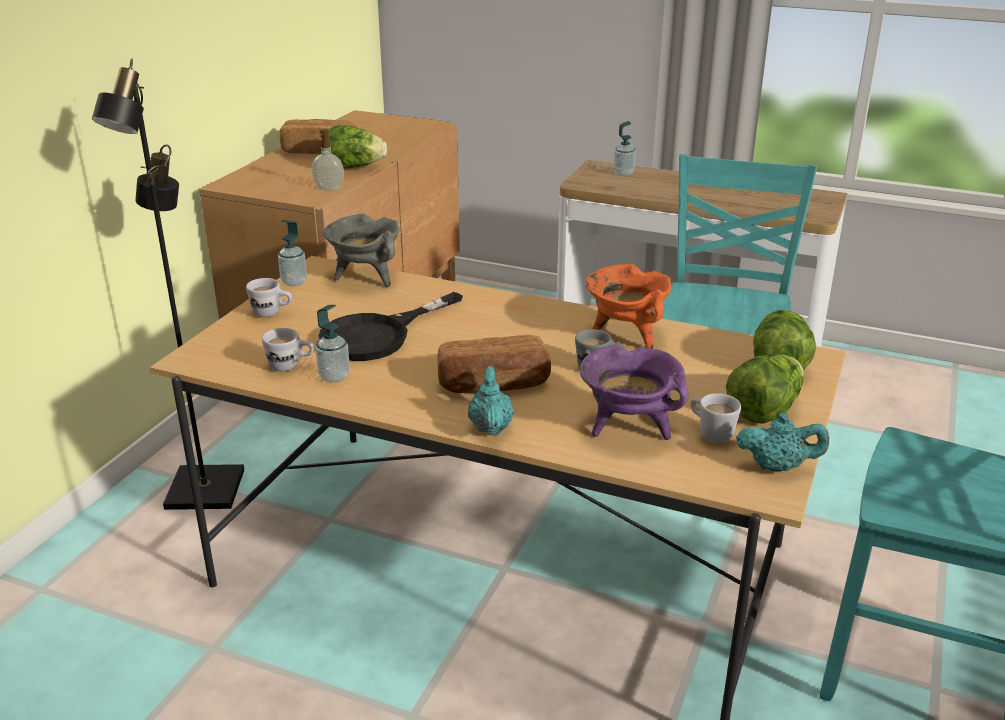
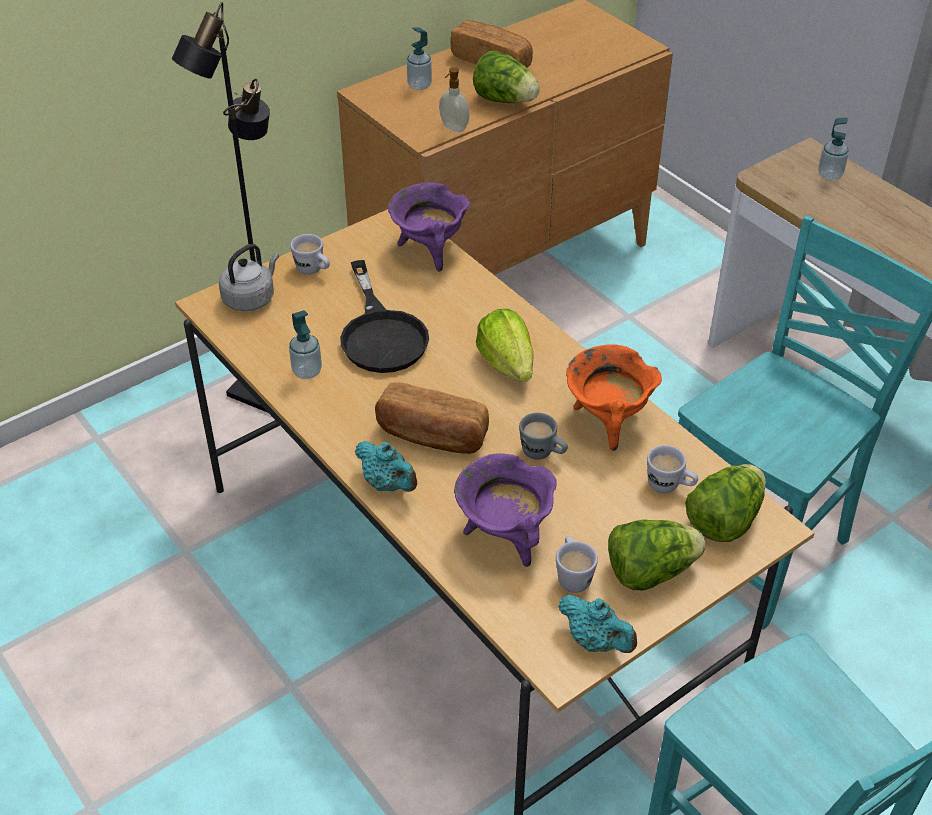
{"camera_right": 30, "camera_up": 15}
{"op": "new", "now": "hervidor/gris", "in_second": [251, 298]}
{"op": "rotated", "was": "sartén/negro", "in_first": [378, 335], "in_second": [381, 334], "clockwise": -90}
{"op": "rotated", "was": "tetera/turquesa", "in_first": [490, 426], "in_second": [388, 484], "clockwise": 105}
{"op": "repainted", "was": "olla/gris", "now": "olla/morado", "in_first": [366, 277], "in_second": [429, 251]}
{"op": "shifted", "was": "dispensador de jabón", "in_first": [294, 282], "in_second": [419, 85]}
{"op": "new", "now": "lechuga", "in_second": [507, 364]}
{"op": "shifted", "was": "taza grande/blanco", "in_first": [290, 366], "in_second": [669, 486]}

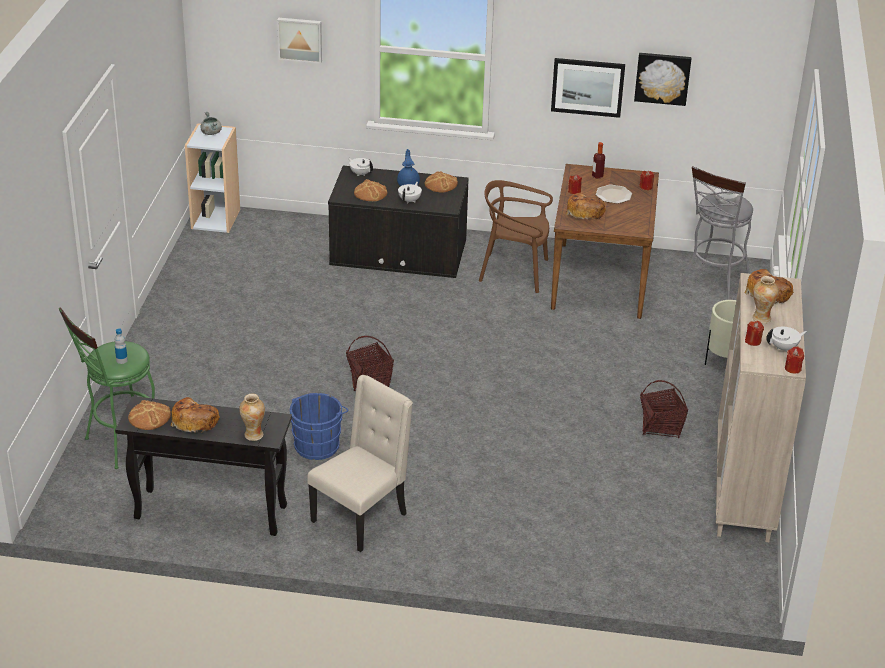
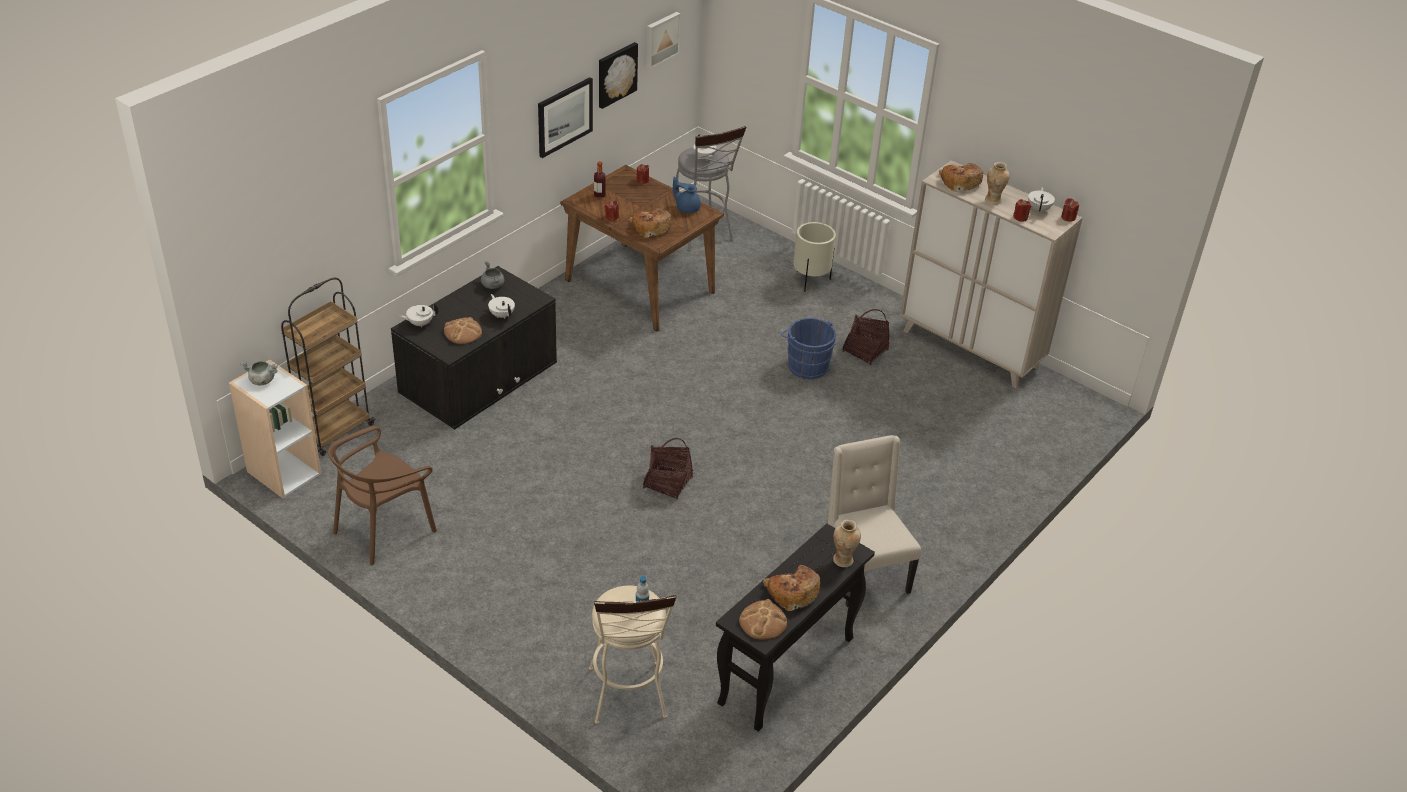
{"camera_right": -60, "camera_up": 5}
{"op": "new", "now": "carrito/marrón", "in_second": [336, 433]}
{"op": "shifted", "was": "silla/marrón", "in_first": [514, 272], "in_second": [384, 529]}
{"op": "swapped", "was": "pan", "now": "olla/gris", "in_first": [441, 184], "in_second": [493, 286]}
{"op": "repainted", "was": "taburete/verde", "now": "taburete/beis", "in_first": [120, 444], "in_second": [628, 699]}
{"op": "shifted", "was": "cuadro", "in_first": [300, 39], "in_second": [661, 39]}
{"op": "shifted", "was": "tetera/azul", "in_first": [408, 183], "in_second": [687, 208]}
{"op": "shifted", "was": "cubo/azul", "in_first": [318, 444], "in_second": [806, 365]}
{"op": "gone", "was": "plato", "in_first": [613, 195]}

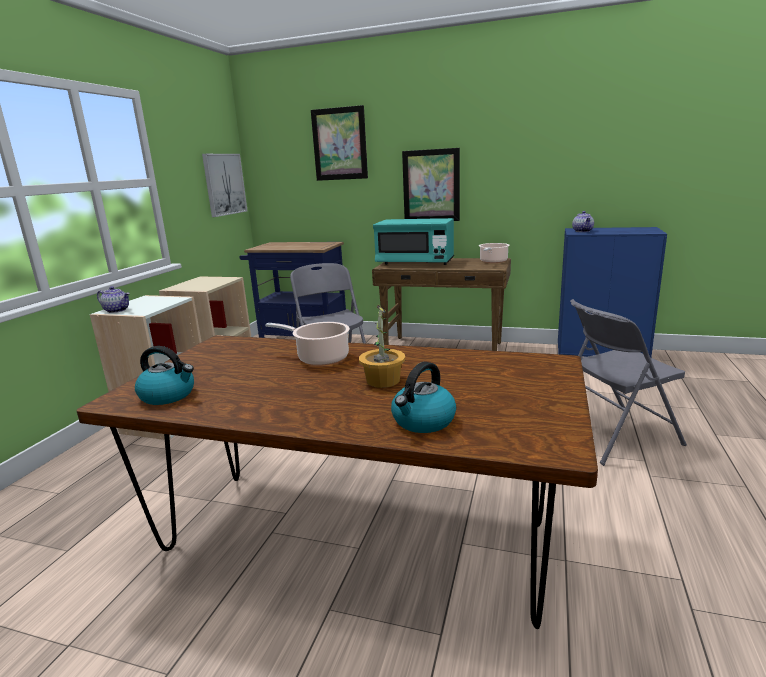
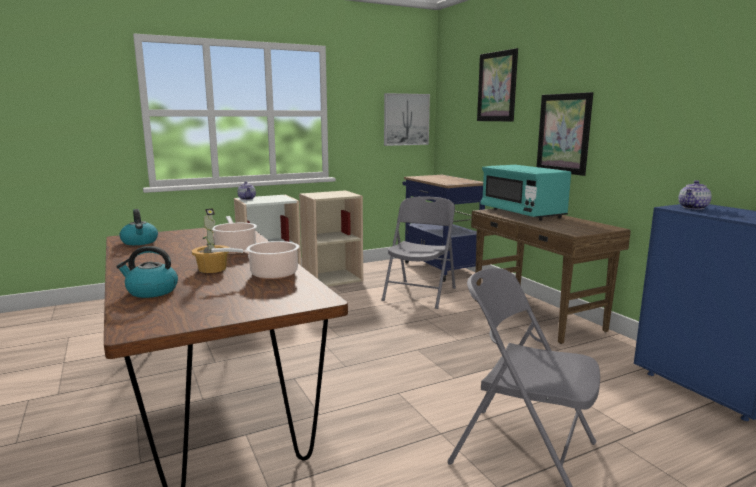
{"camera_right": 45, "camera_up": -5}
{"op": "shifted", "was": "olla", "in_first": [493, 261], "in_second": [270, 274]}

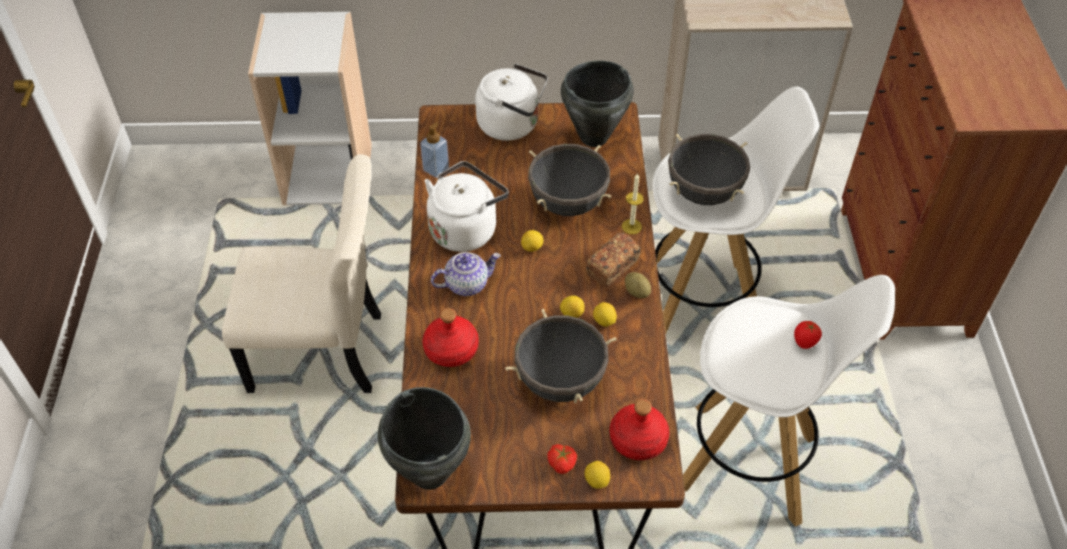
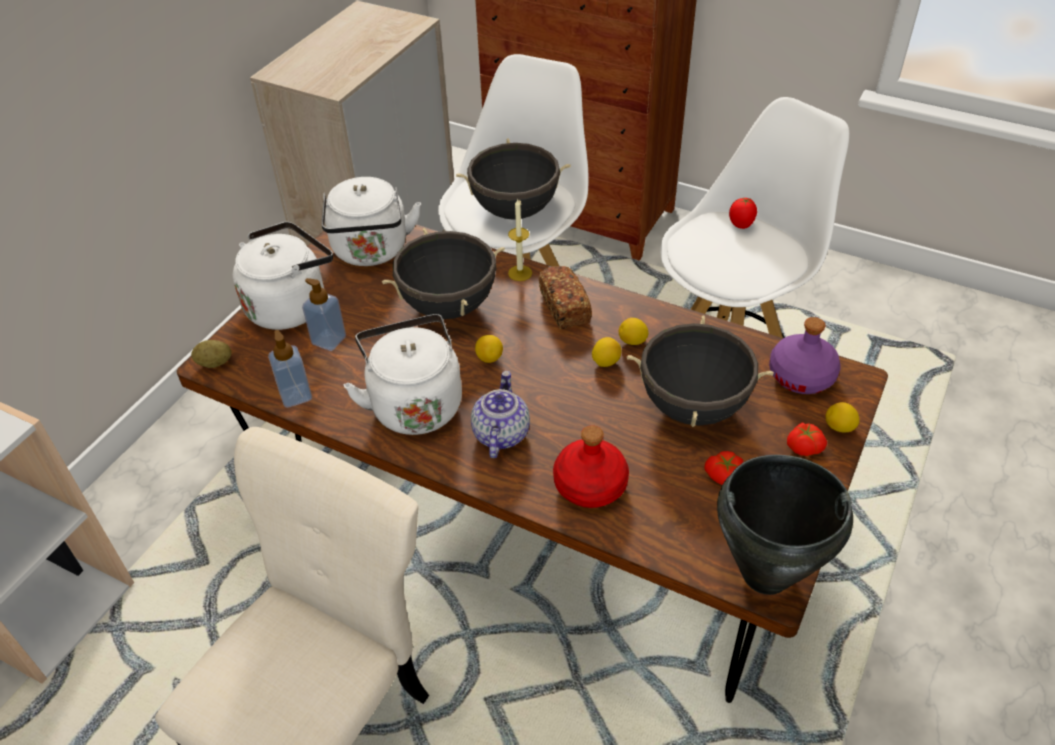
{"camera_right": -60, "camera_up": -5}
{"op": "shifted", "was": "patata", "in_first": [637, 292], "in_second": [215, 363]}
{"op": "new", "now": "dispensador de jabón", "in_second": [329, 340]}
{"op": "swapped", "was": "olla/negro", "now": "hervidor/blanco", "in_first": [593, 137], "in_second": [371, 252]}
{"op": "new", "now": "tomate", "in_second": [724, 477]}
{"op": "repainted", "was": "botella/rojo", "now": "botella/morado", "in_first": [638, 440], "in_second": [801, 375]}

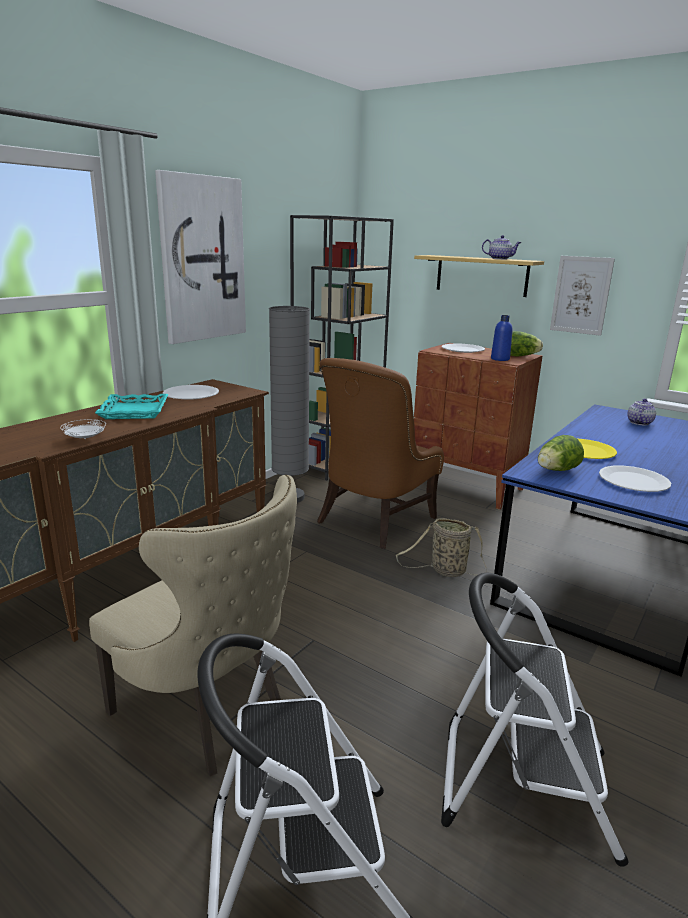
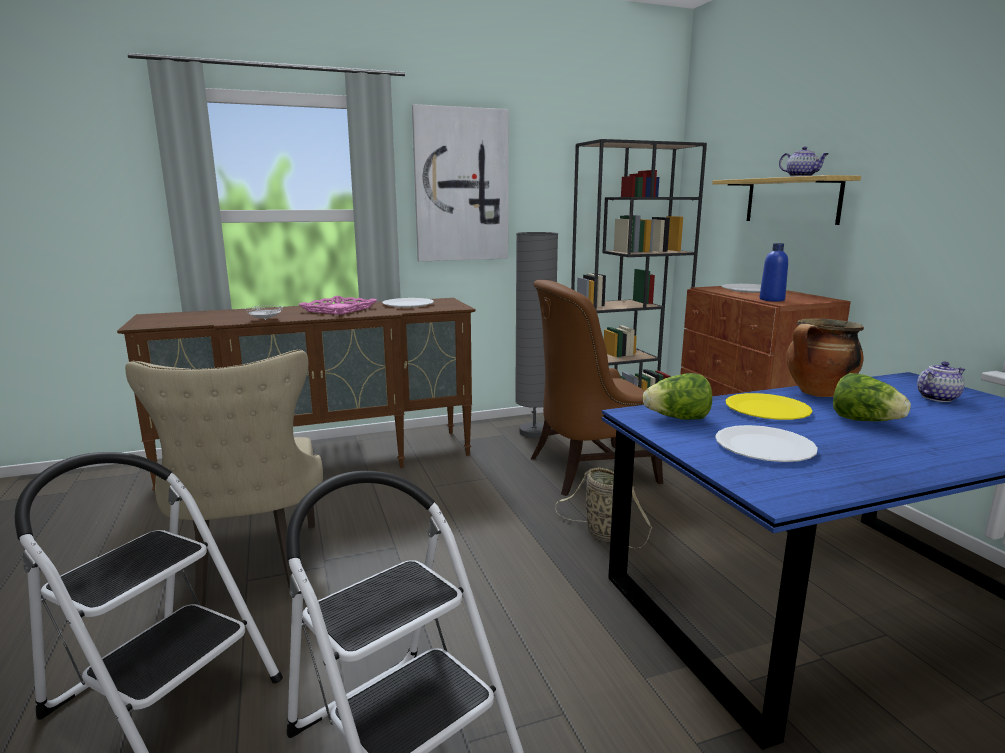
{"camera_right": 35, "camera_up": -5}
{"op": "repainted", "was": "bandeja/turquesa", "now": "bandeja/rosa", "in_first": [133, 411], "in_second": [338, 309]}
{"op": "new", "now": "olla", "in_second": [818, 393]}
{"op": "shifted", "was": "lechuga", "in_first": [521, 356], "in_second": [864, 421]}
{"op": "gone", "was": "cuadro", "in_first": [581, 295]}

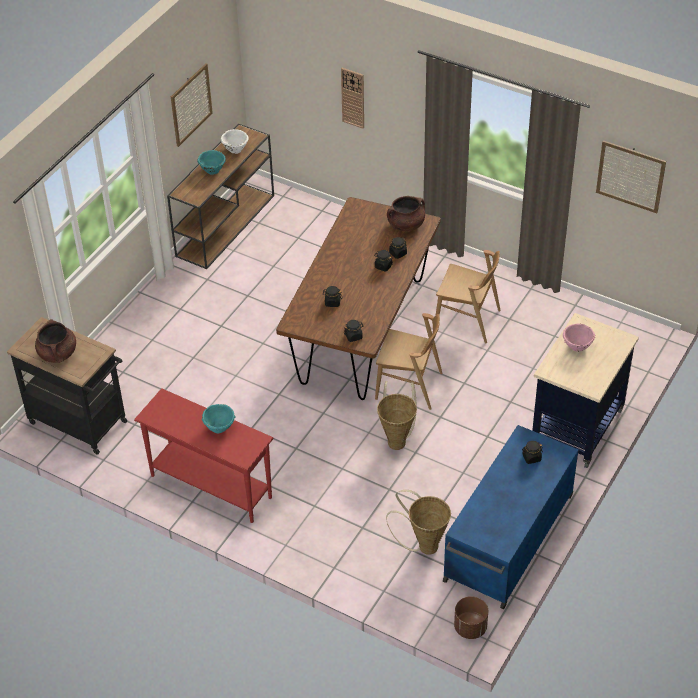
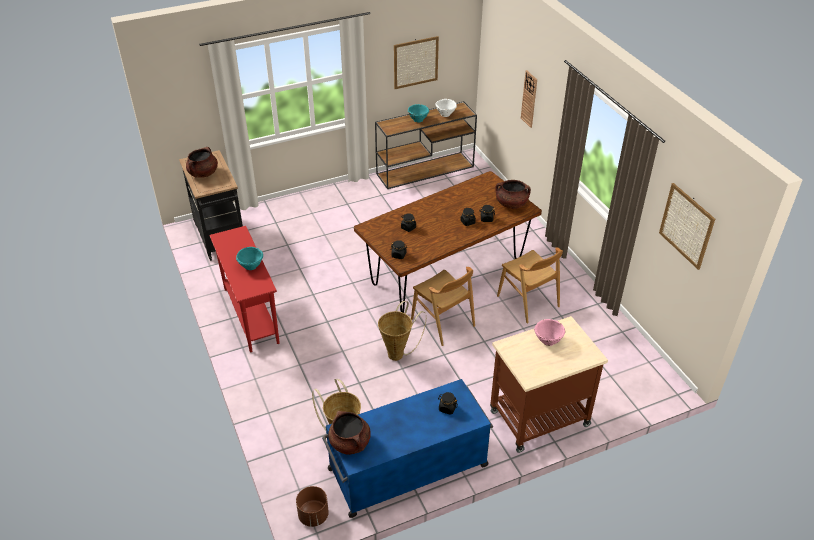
{"camera_right": 35, "camera_up": -5}
{"op": "new", "now": "olla/marrón", "in_second": [350, 443]}
{"op": "repainted", "was": "carrito/azul", "now": "carrito/marrón", "in_first": [577, 429], "in_second": [538, 420]}

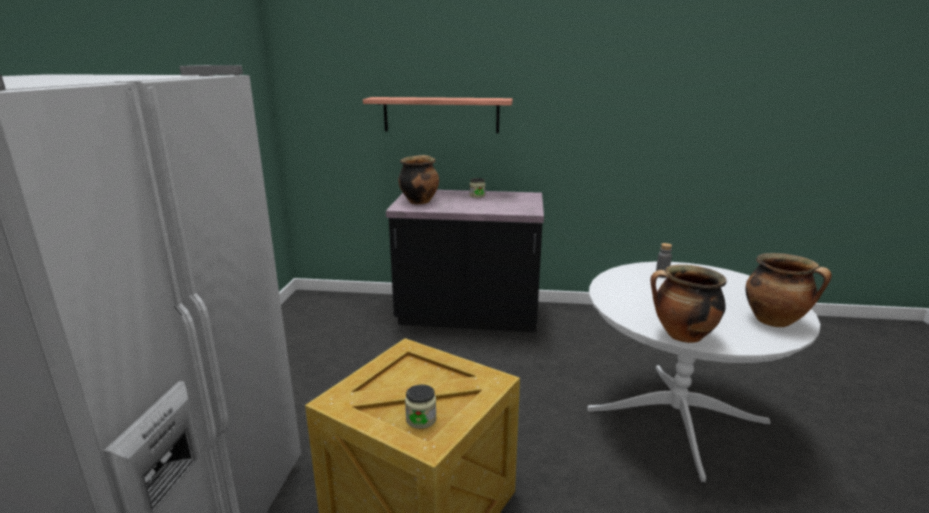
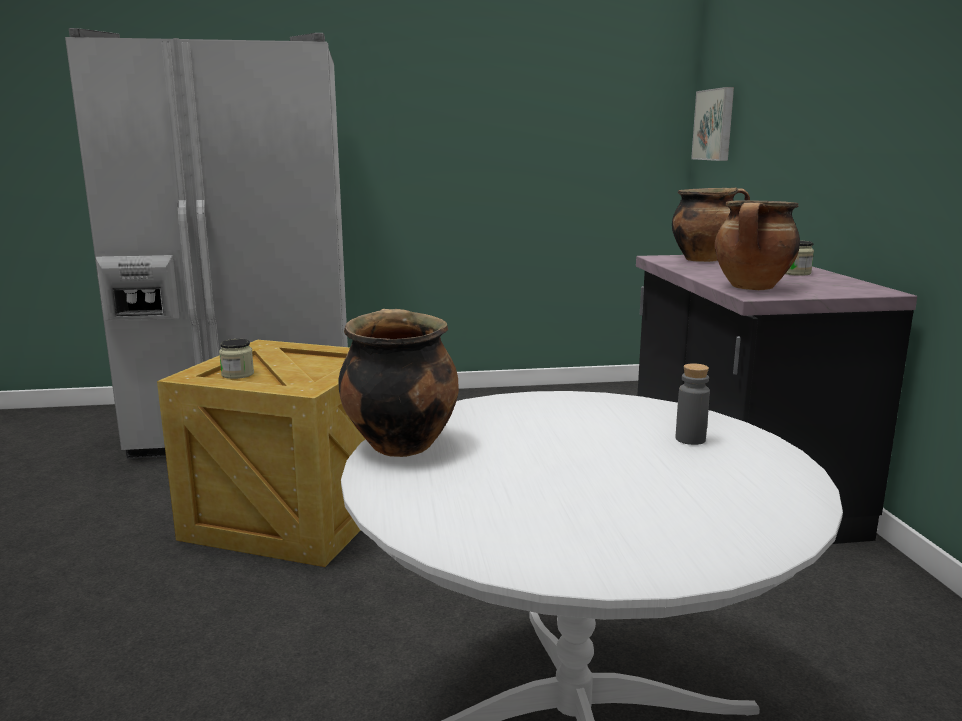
{"camera_right": 75, "camera_up": -5}
{"op": "new", "now": "cuadro", "in_second": [715, 125]}
{"op": "shifted", "was": "olla", "in_first": [775, 321], "in_second": [752, 288]}
{"op": "gone", "was": "estante", "in_first": [441, 115]}

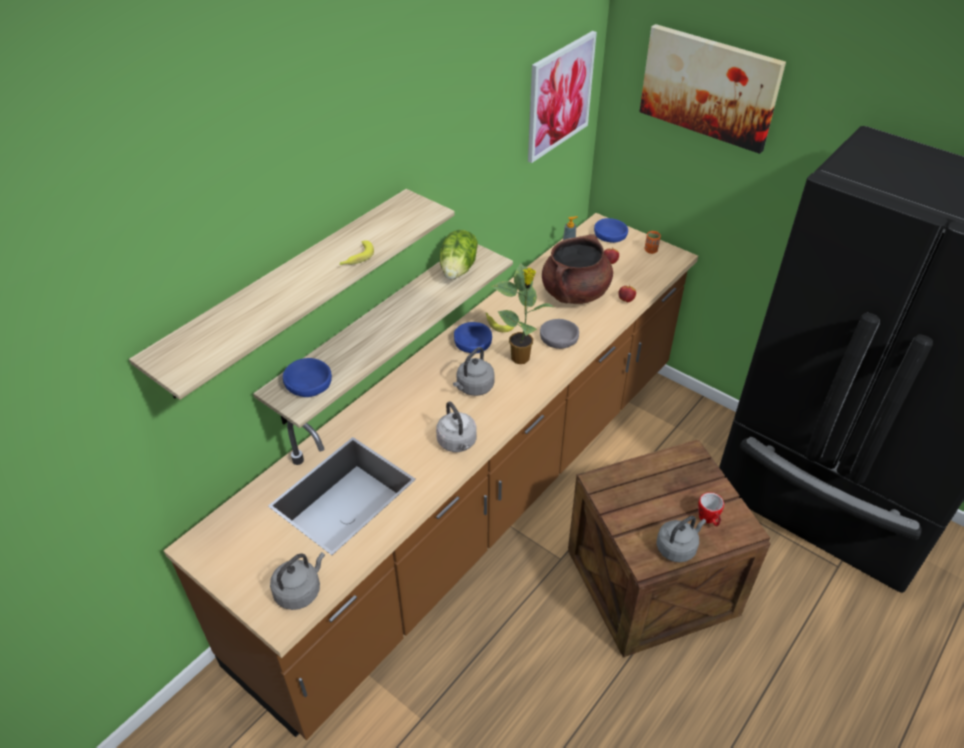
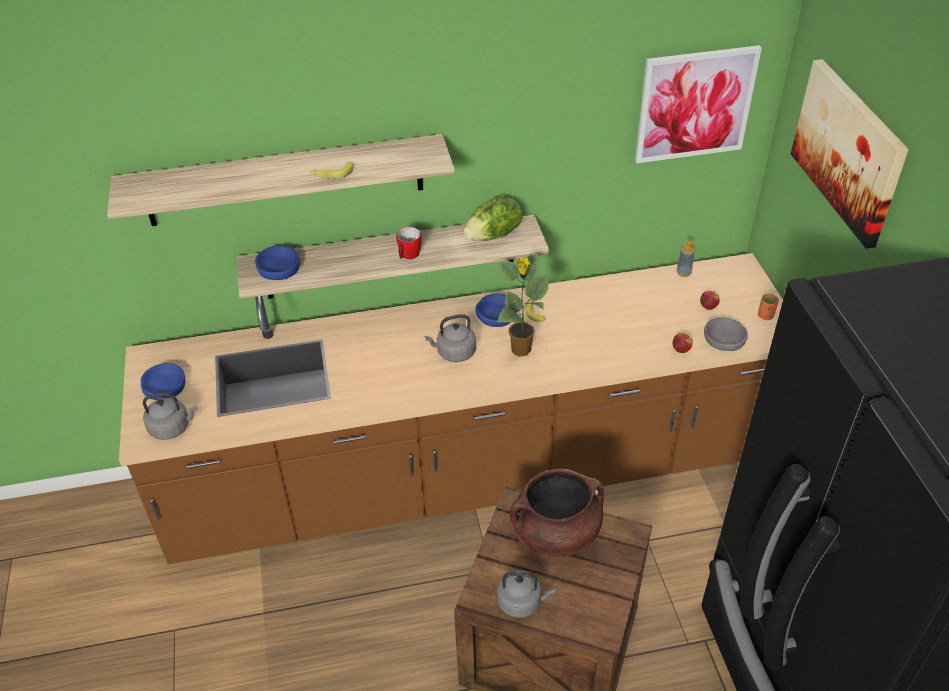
{"camera_right": 40, "camera_up": 0}
{"op": "shifted", "was": "cuenco/azul", "in_first": [610, 235], "in_second": [164, 386]}
{"op": "shifted", "was": "taza grande", "in_first": [709, 519], "in_second": [408, 256]}
{"op": "shifted", "was": "olla/marrón", "in_first": [575, 293], "in_second": [555, 533]}
{"op": "shifted", "was": "cuenco/gris", "in_first": [559, 338], "in_second": [724, 339]}
{"op": "gone", "was": "hervidor/gris", "in_first": [457, 443]}

